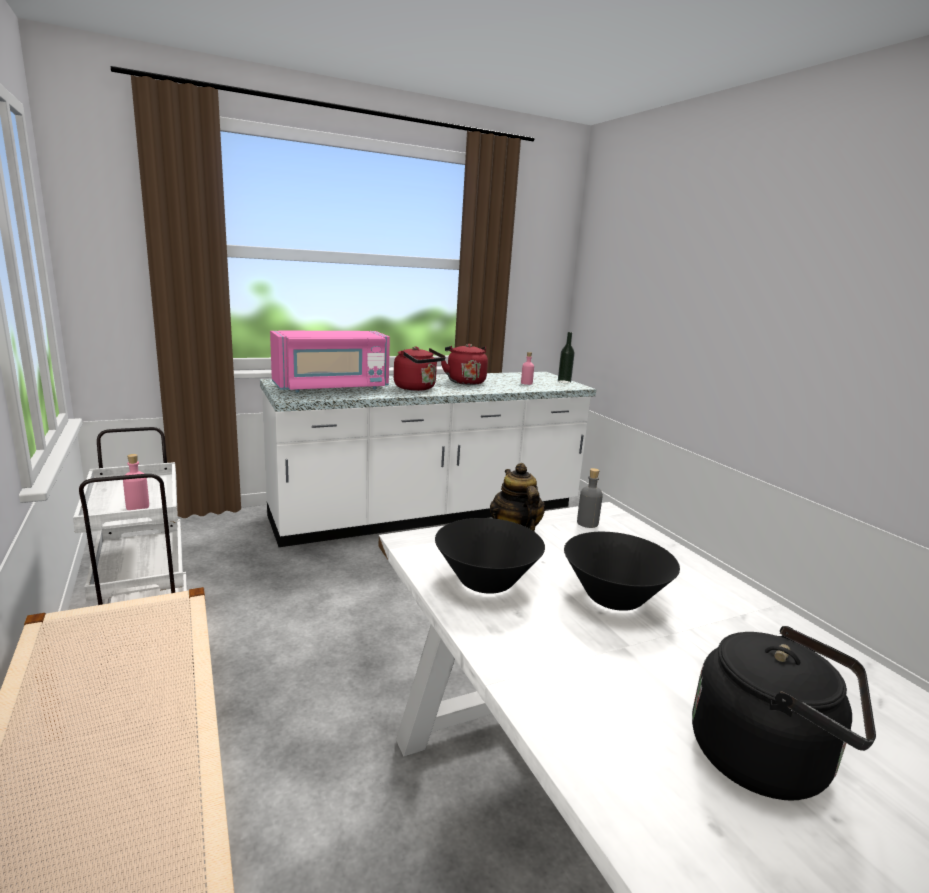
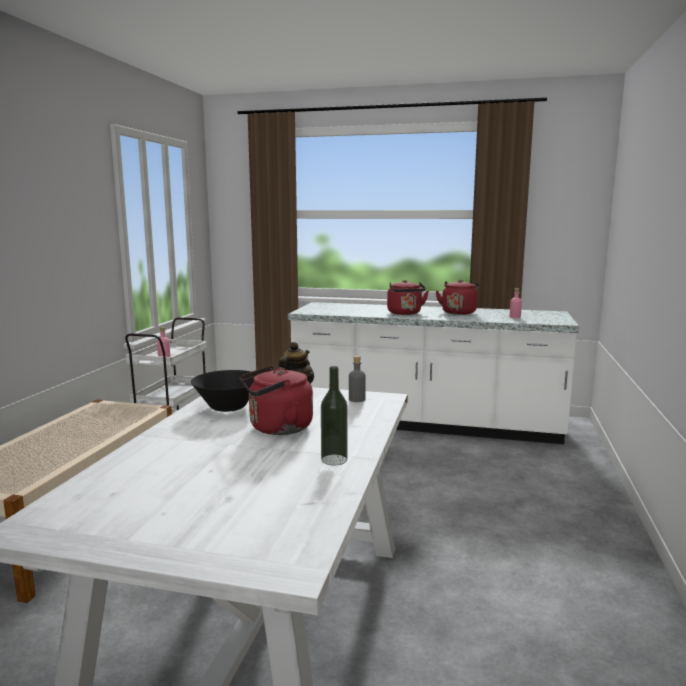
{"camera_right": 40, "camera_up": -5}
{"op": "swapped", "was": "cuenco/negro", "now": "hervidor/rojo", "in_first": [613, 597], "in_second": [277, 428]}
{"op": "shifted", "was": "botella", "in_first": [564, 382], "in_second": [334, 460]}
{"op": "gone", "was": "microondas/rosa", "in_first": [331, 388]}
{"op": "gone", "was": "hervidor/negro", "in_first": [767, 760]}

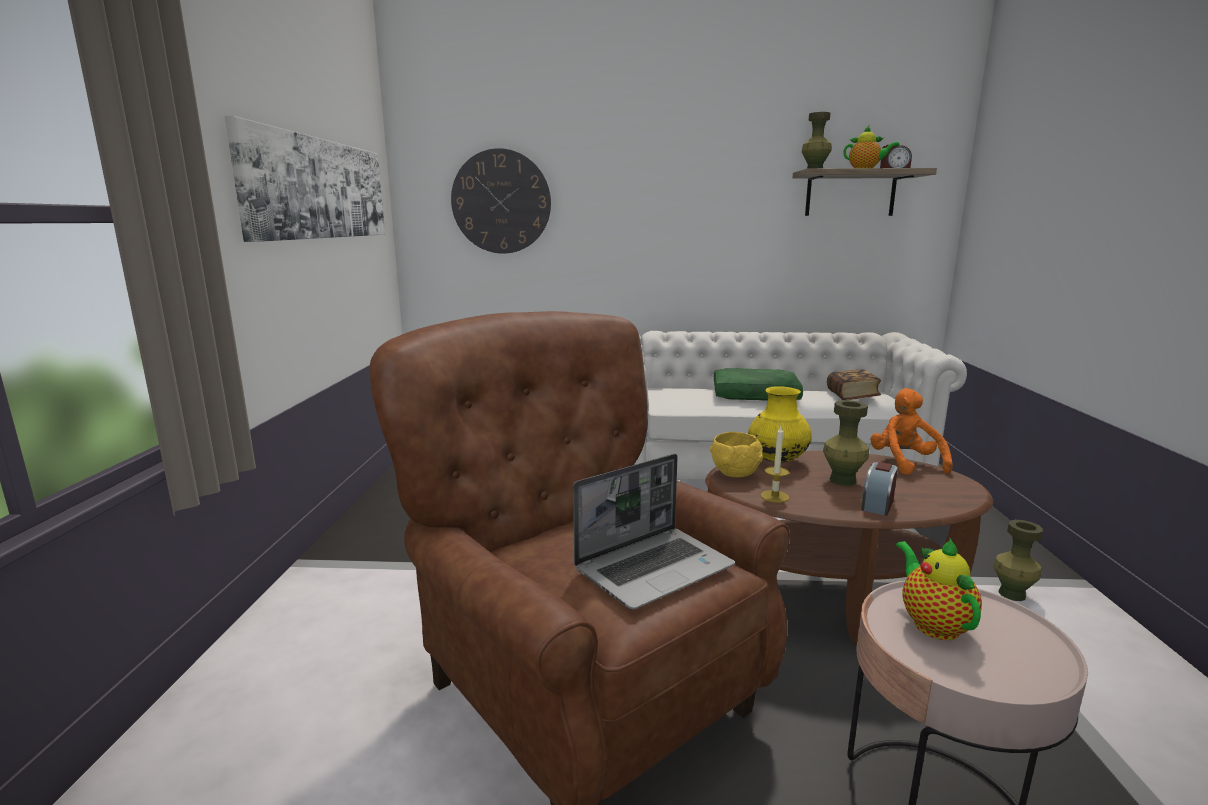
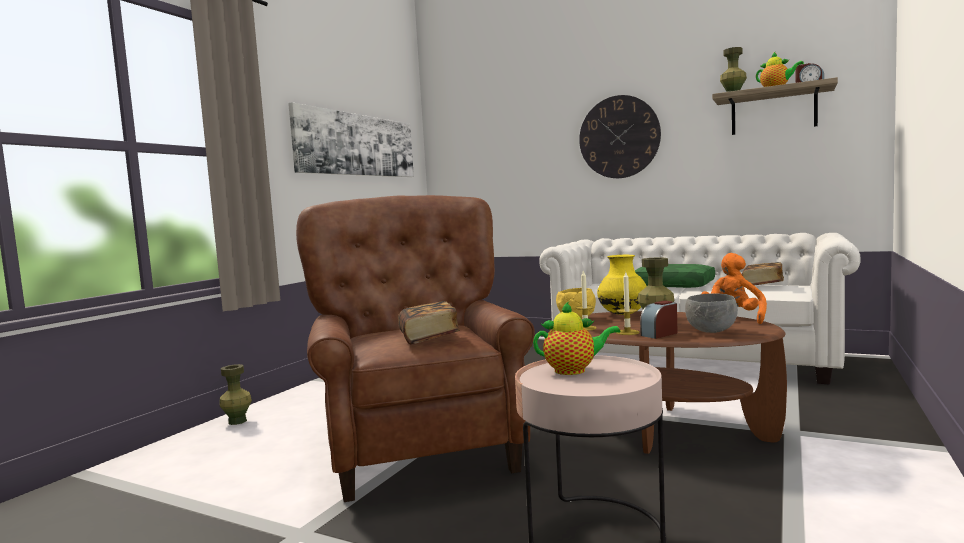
{"camera_right": 25, "camera_up": -10}
{"op": "shifted", "was": "florero/verde", "in_first": [1011, 594], "in_second": [237, 421]}
{"op": "swapped", "was": "portátil", "now": "libro", "in_first": [654, 568], "in_second": [429, 338]}
{"op": "rotated", "was": "tetera", "in_first": [932, 623], "in_second": [573, 370], "clockwise": 75}
{"op": "shifted", "was": "reloj de pared", "in_first": [501, 202], "in_second": [619, 137]}
{"op": "new", "now": "vela", "in_second": [627, 332]}
{"op": "new", "now": "cuenco/gris", "in_second": [712, 331]}

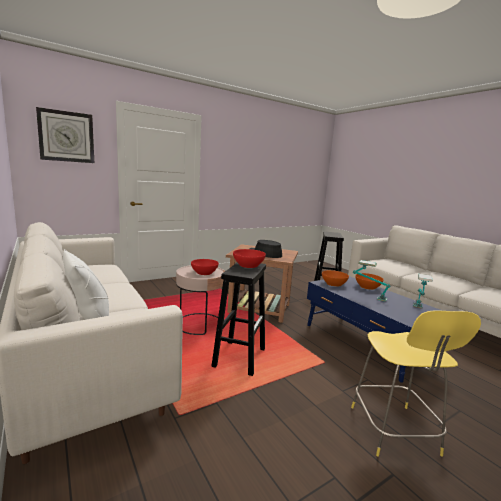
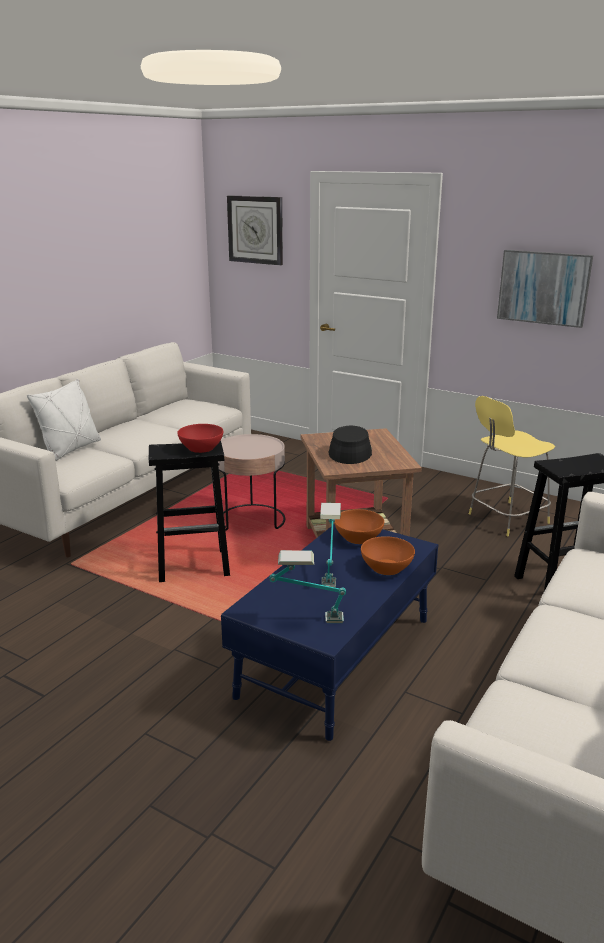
{"camera_right": 65, "camera_up": 10}
{"op": "shifted", "was": "taburete/amarillo", "in_first": [394, 432], "in_second": [506, 519]}
{"op": "new", "now": "cuadro", "in_second": [543, 287]}
{"op": "gone", "was": "cuenco/rojo", "in_first": [204, 272]}

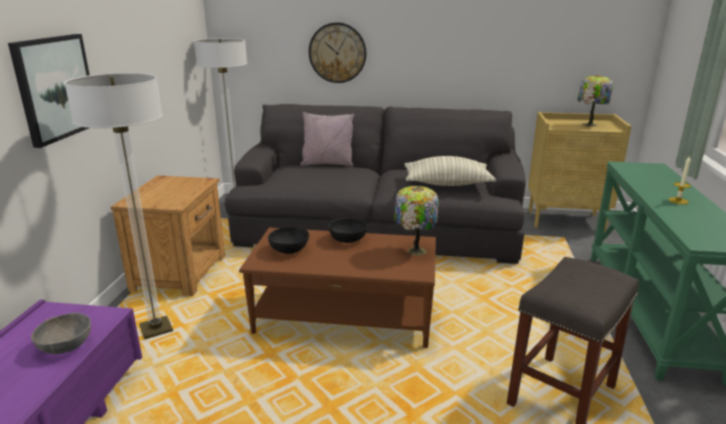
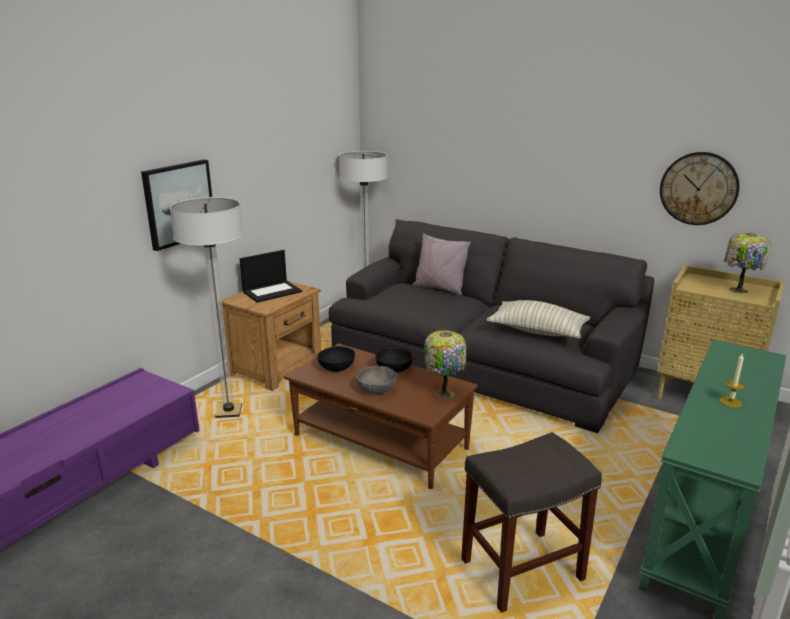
{"camera_right": 25, "camera_up": 0}
{"op": "new", "now": "portátil", "in_second": [272, 291]}
{"op": "shifted", "was": "cuenco/gris", "in_first": [66, 345], "in_second": [377, 389]}
{"op": "shifted", "was": "reloj de pared", "in_first": [337, 53], "in_second": [698, 188]}

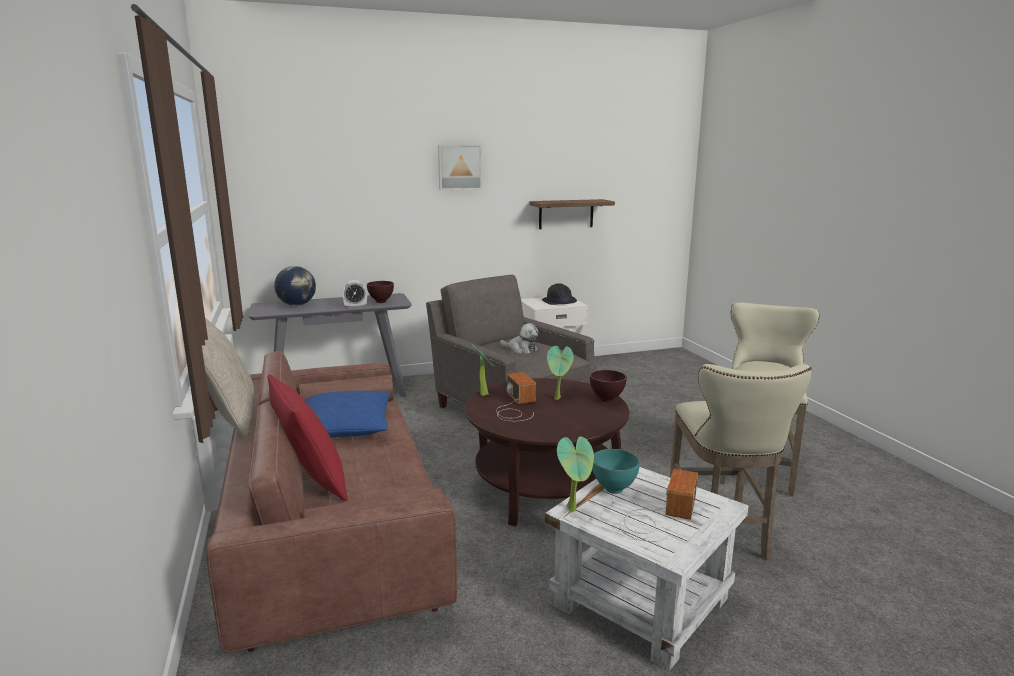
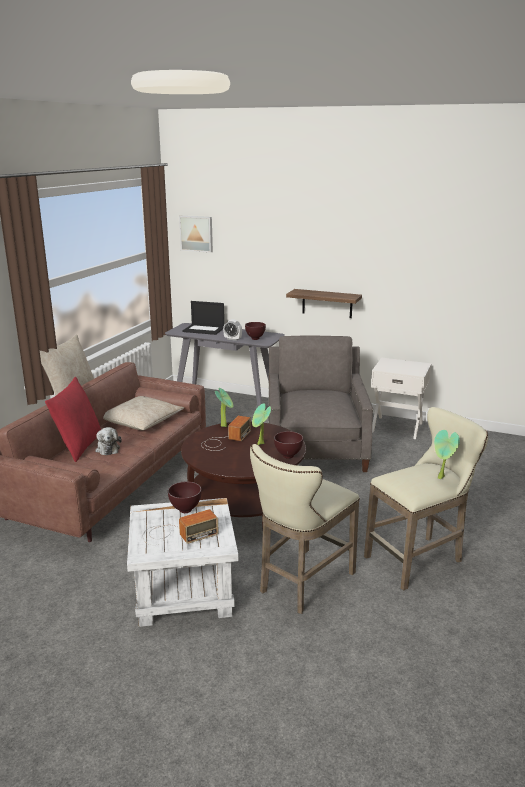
{"camera_right": 40, "camera_up": 5}
{"op": "shifted", "was": "peluche", "in_first": [521, 349], "in_second": [107, 449]}
{"op": "repainted", "was": "cojín/azul", "now": "cojín/beis", "in_first": [344, 427], "in_second": [141, 421]}
{"op": "repainted", "was": "cuenco/turquesa", "now": "cuenco/marrón", "in_first": [613, 489], "in_second": [185, 510]}
{"op": "shifted", "was": "cuadro", "in_first": [459, 167], "in_second": [196, 233]}
{"op": "swapped", "was": "globo terráqueo", "now": "portátil", "in_first": [297, 305], "in_second": [204, 329]}
{"op": "shifted", "was": "estante", "in_first": [566, 214], "in_second": [327, 303]}
{"op": "shifted", "was": "planta en maceta", "in_first": [574, 509], "in_second": [442, 478]}
{"op": "gone", "was": "sombrero/negro", "in_first": [559, 301]}

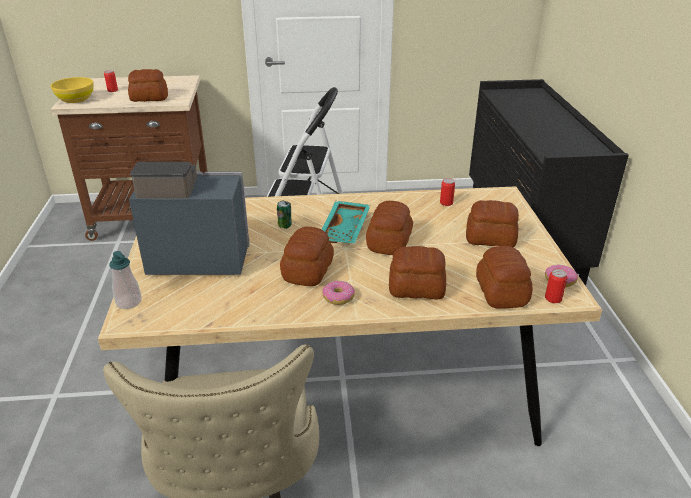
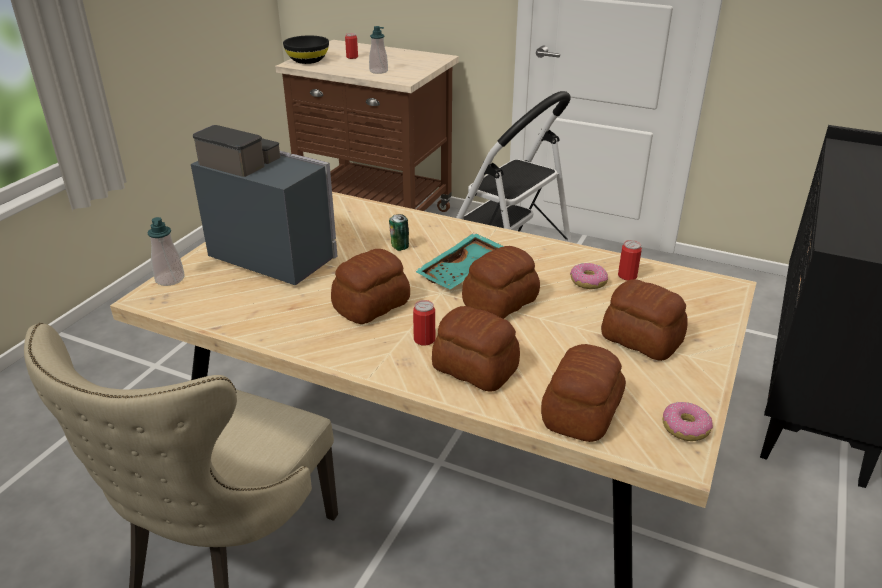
{"camera_right": 30, "camera_up": 0}
{"op": "repainted", "was": "cuenco/amarillo", "now": "cuenco/negro", "in_first": [75, 99], "in_second": [307, 60]}
{"op": "swapped", "was": "pan", "now": "dispensador de jabón", "in_first": [149, 98], "in_second": [378, 71]}
{"op": "shifted", "was": "lata", "in_first": [553, 298], "in_second": [424, 339]}
{"op": "shifted", "was": "rosquilla", "in_first": [338, 297], "in_second": [588, 282]}

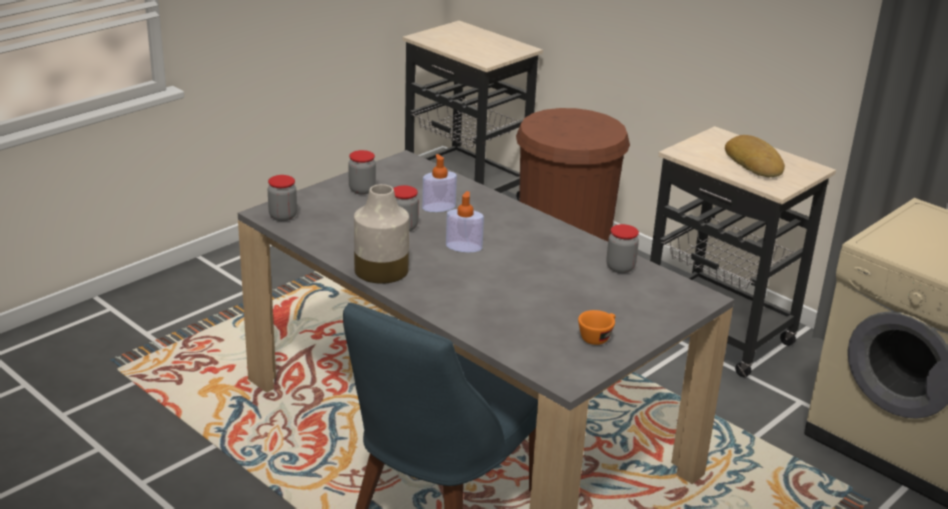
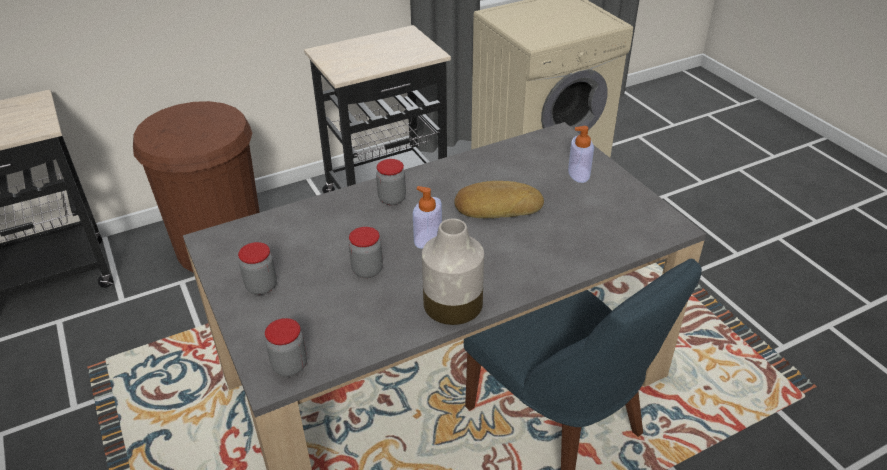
{"camera_right": -70, "camera_up": 10}
{"op": "shifted", "was": "tarro", "in_first": [620, 267], "in_second": [392, 199]}
{"op": "shifted", "was": "pan", "in_first": [755, 163], "in_second": [497, 206]}
{"op": "shifted", "was": "dispensador de jabón", "in_first": [439, 207], "in_second": [579, 173]}
{"op": "gone", "was": "taza/naranja", "in_first": [597, 337]}

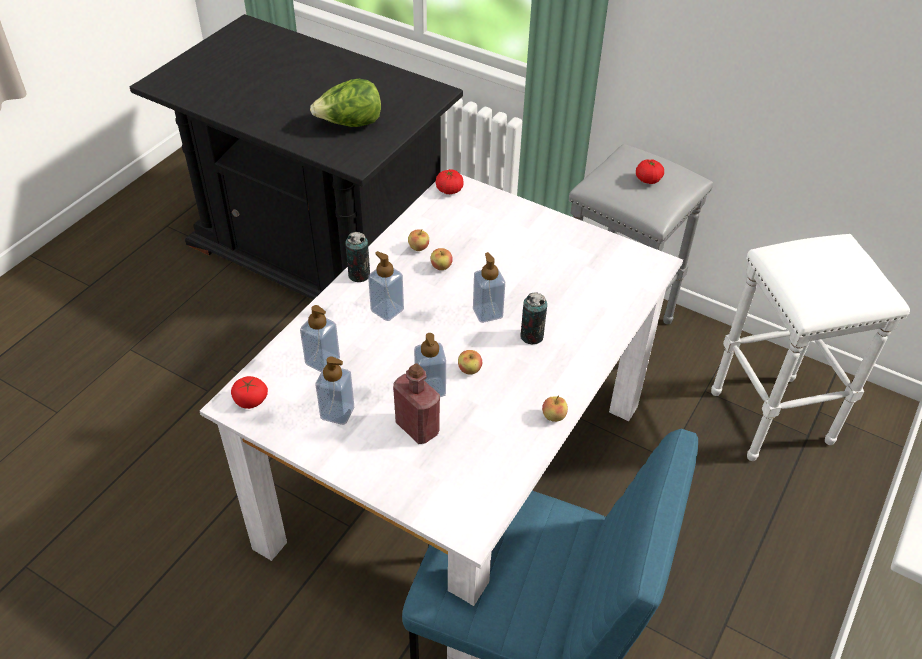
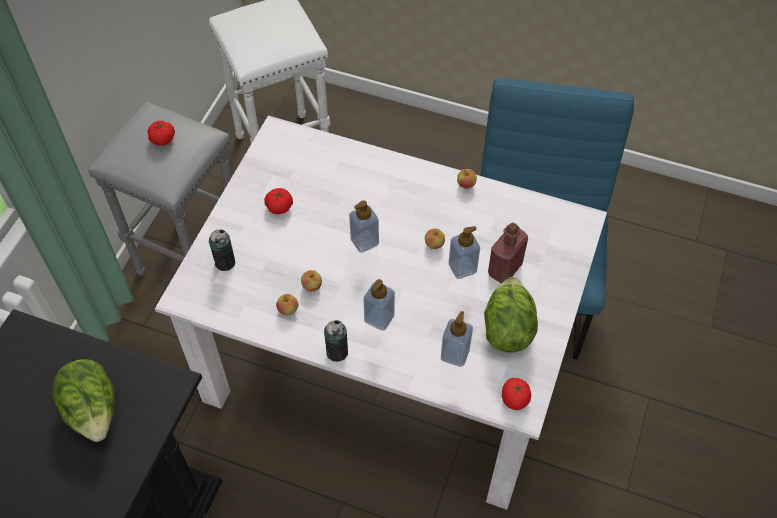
{"camera_right": -100, "camera_up": 10}
{"op": "shifted", "was": "lata", "in_first": [531, 336], "in_second": [225, 262]}
{"op": "shifted", "was": "tomate", "in_first": [449, 190], "in_second": [279, 207]}
{"op": "swapped", "was": "dispensador de jabón", "now": "lechuga", "in_first": [337, 412], "in_second": [507, 328]}

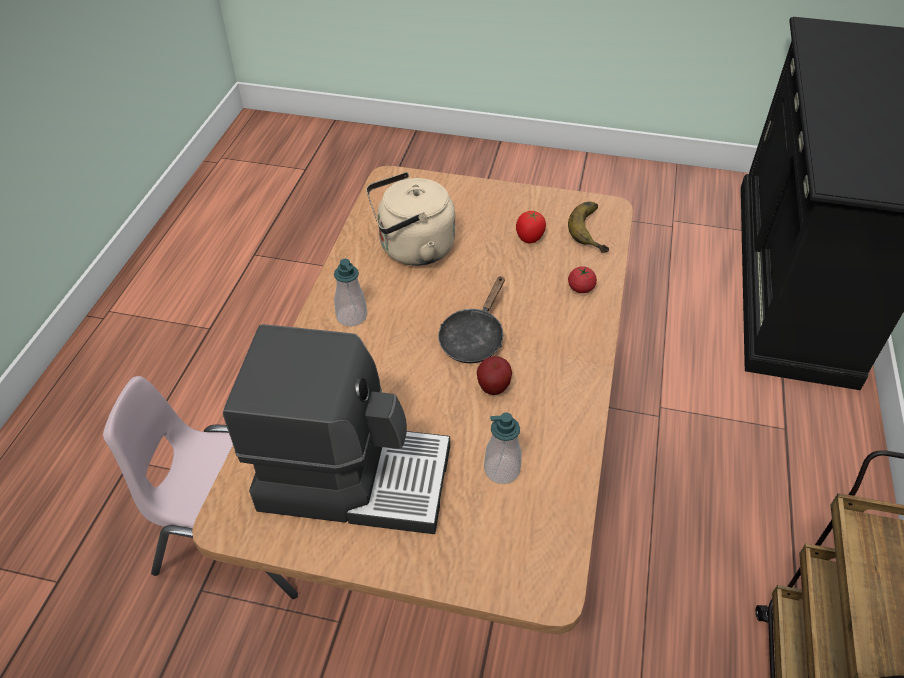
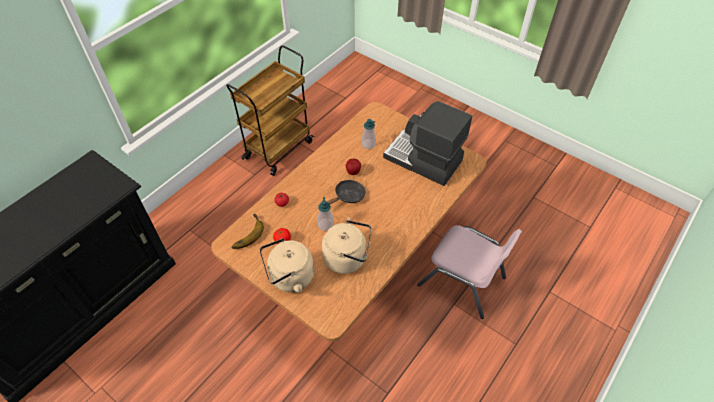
{"camera_right": -155, "camera_up": 5}
{"op": "new", "now": "hervidor/beis", "in_second": [289, 278]}
{"op": "shifted", "was": "dispensador de jabón", "in_first": [351, 316], "in_second": [325, 225]}

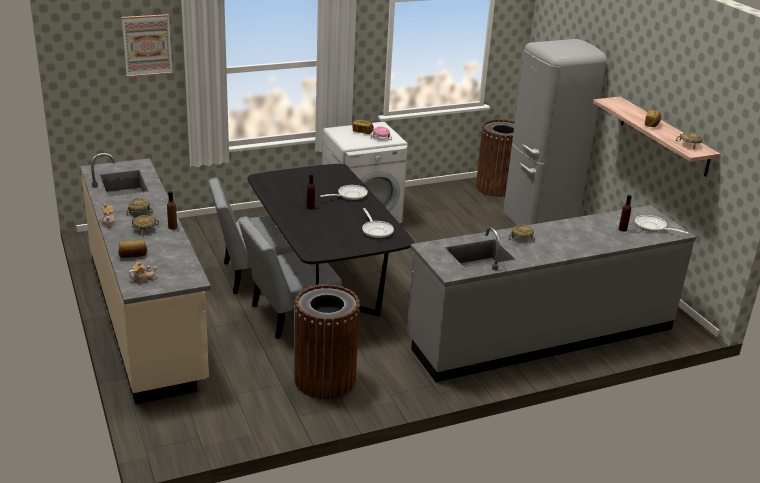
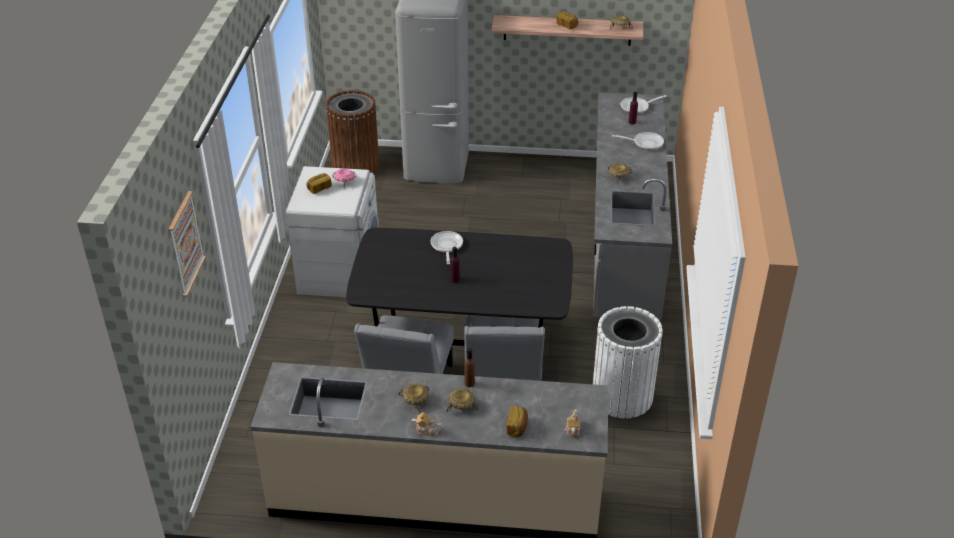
{"camera_right": -60, "camera_up": 10}
{"op": "repainted", "was": "papelera/marrón", "now": "papelera/blanco", "in_first": [325, 380], "in_second": [622, 396]}
{"op": "shifted", "was": "sartén", "in_first": [376, 230], "in_second": [645, 143]}

